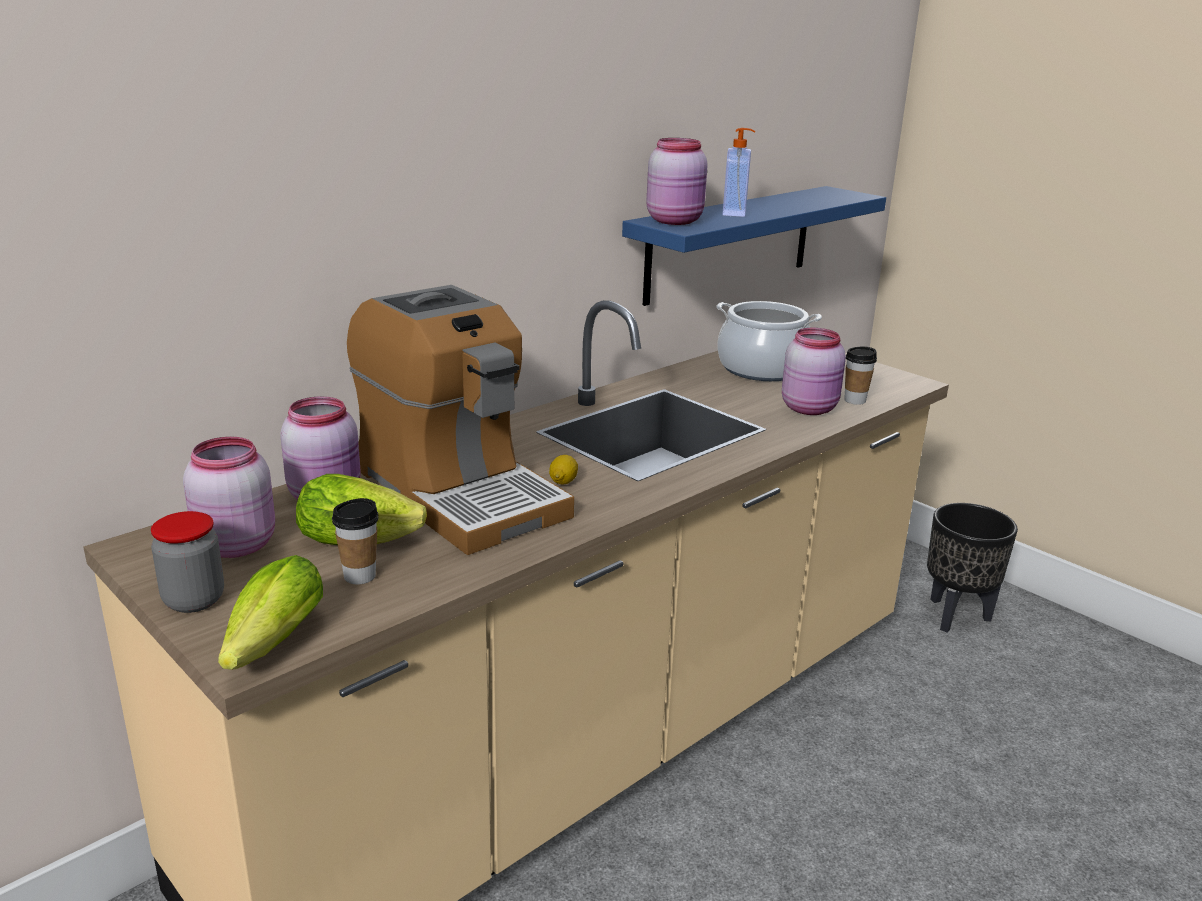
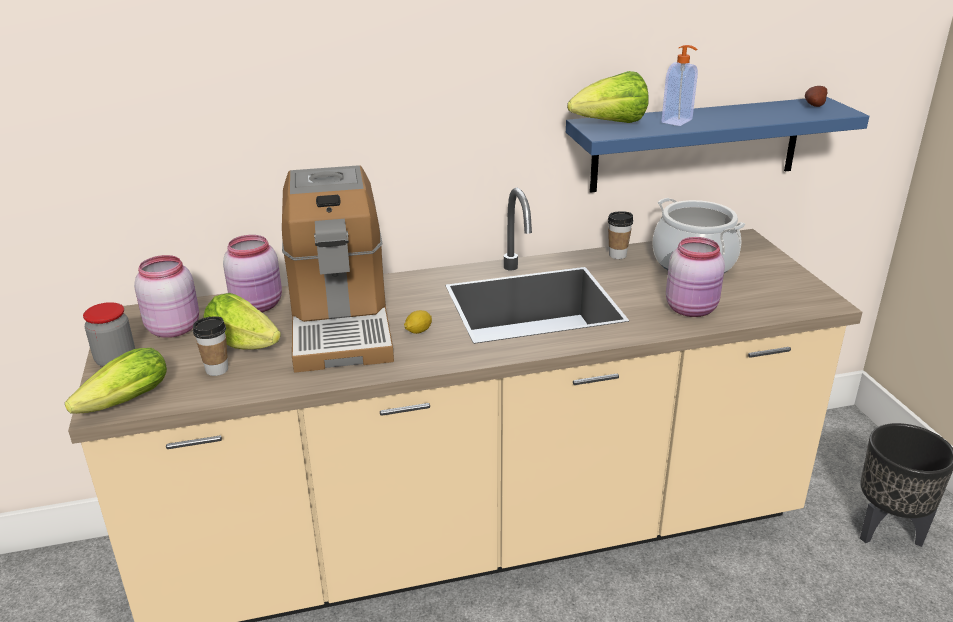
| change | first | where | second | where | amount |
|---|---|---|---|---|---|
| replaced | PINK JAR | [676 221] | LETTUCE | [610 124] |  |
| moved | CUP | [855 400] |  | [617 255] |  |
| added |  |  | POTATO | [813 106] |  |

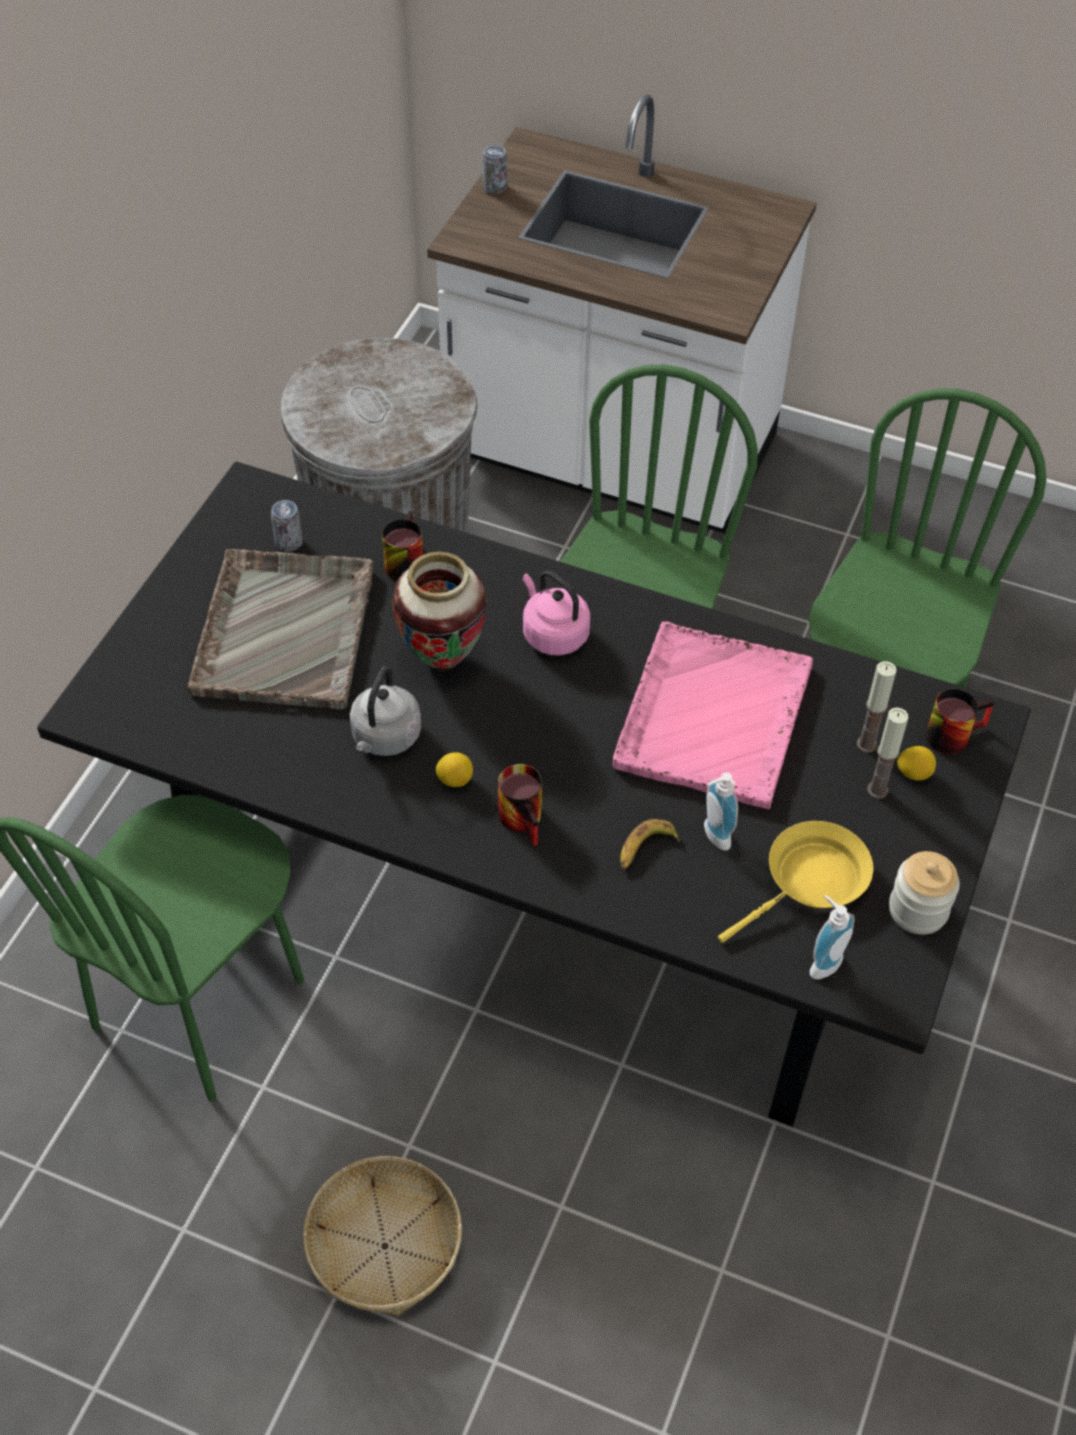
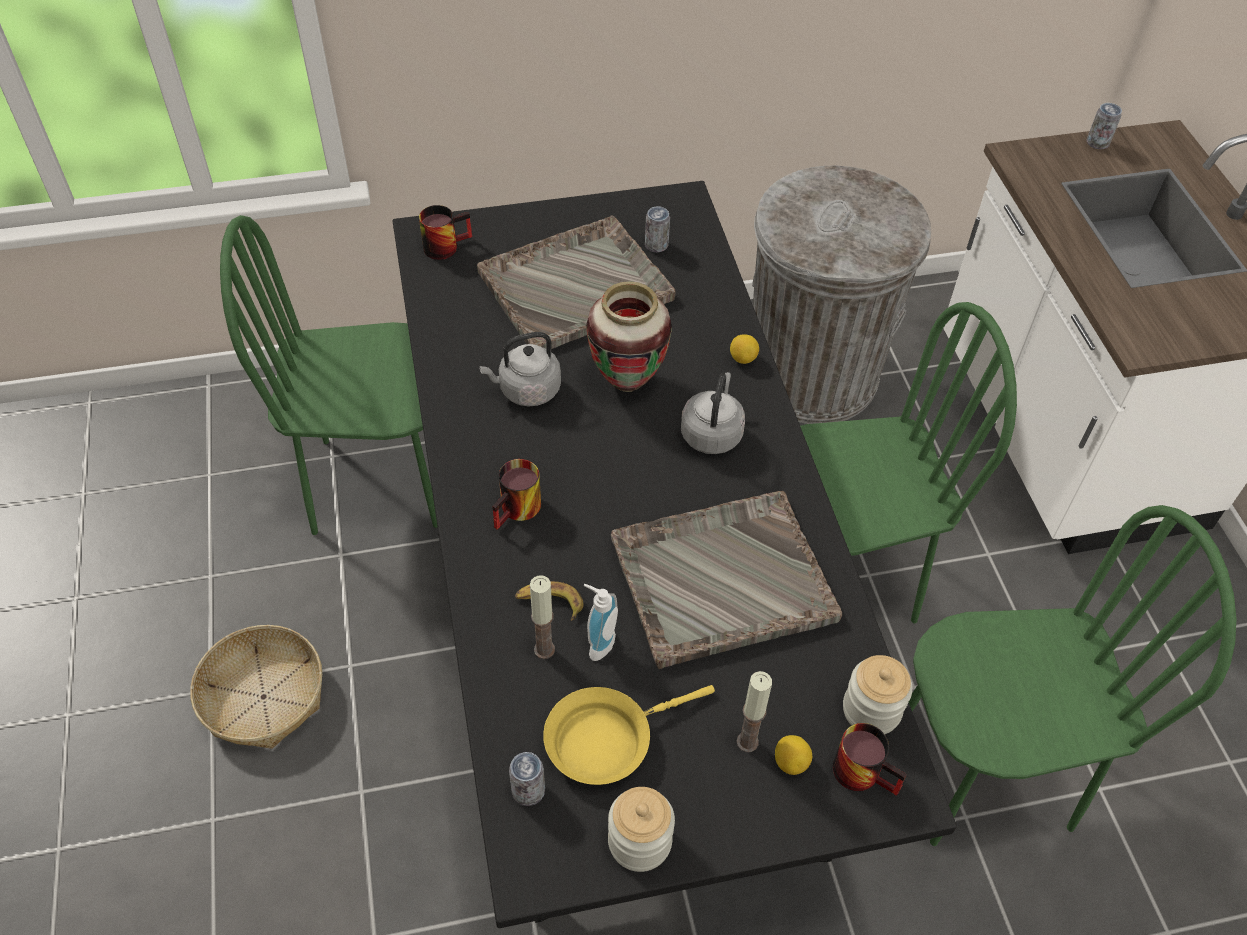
| change | first | where | second | where | amount |
|---|---|---|---|---|---|
| moved | MUG | [402 561] |  | [445 244] |  |
| moved | LEMON | [455 780] |  | [743 358] |  |
| recoloured | PINK KETTLE | [553 634] | GREY KETTLE | [712 433] |  |
| recoloured | PINK TRAY | [712 718] | GREY TRAY | [720 579] |  |
| turned | YELLOW FRYING PAN | [810 882] |  | [606 739] | 135 degrees clockwise |
| replaced | SOAP DISPENSER | [822 962] | CAN | [528 791] |  |
| moved | CANDLE | [866 744] |  | [544 649] |  |
| added |  |  | JAR | [871 710] |  |

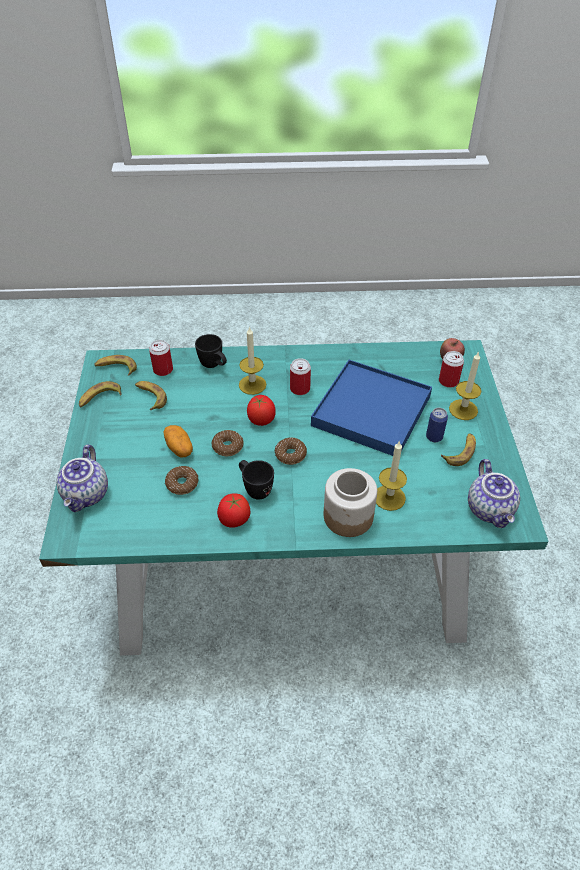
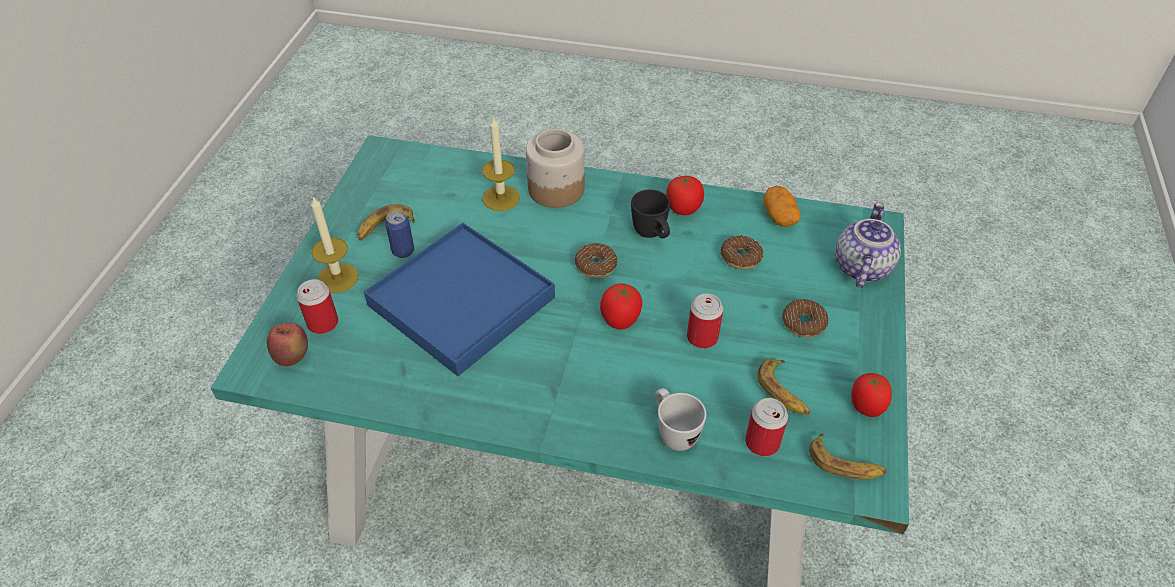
| change | first | where | second | where | amount |
|---|---|---|---|---|---|
| replaced | BANANA | [100 398] | TOMATO | [865 407] |  |
| moved | POTATO | [179 448] |  | [779 216] |  |
| recoloured | BLACK MUG | [214 365] | WHITE MUG | [673 432] |  |
| moved | DONUT | [227 446] |  | [803 323] |  |
| removed | CANDLE | [252 385] |  |  |  |
| moved | CAN | [300 389] |  | [702 337] |  |
| removed | TEAPOT | [491 509] |  |  |  |

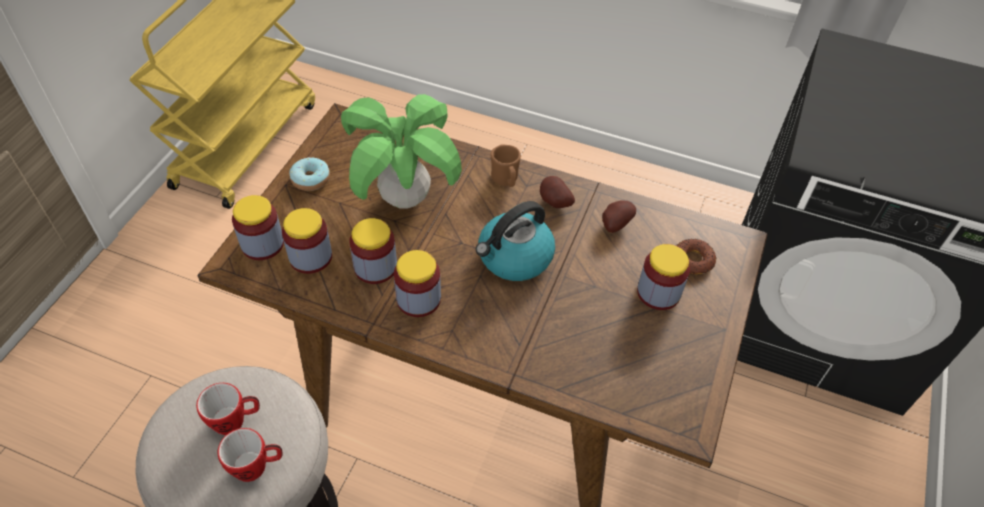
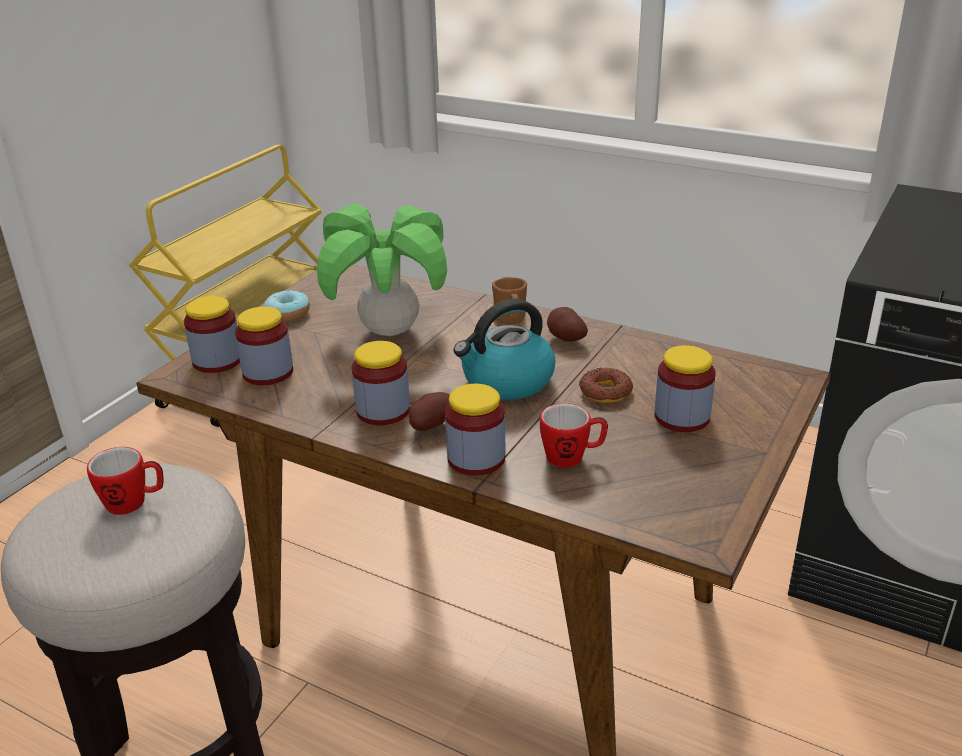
| change | first | where | second | where | amount |
|---|---|---|---|---|---|
| moved | MUG | [257 466] |  | [572 457] |  |
| moved | JAR | [375 267] |  | [476 458] |  |
| moved | POTATO | [614 224] |  | [430 426] |  |
| moved | DONUT | [692 260] |  | [605 392] |  |

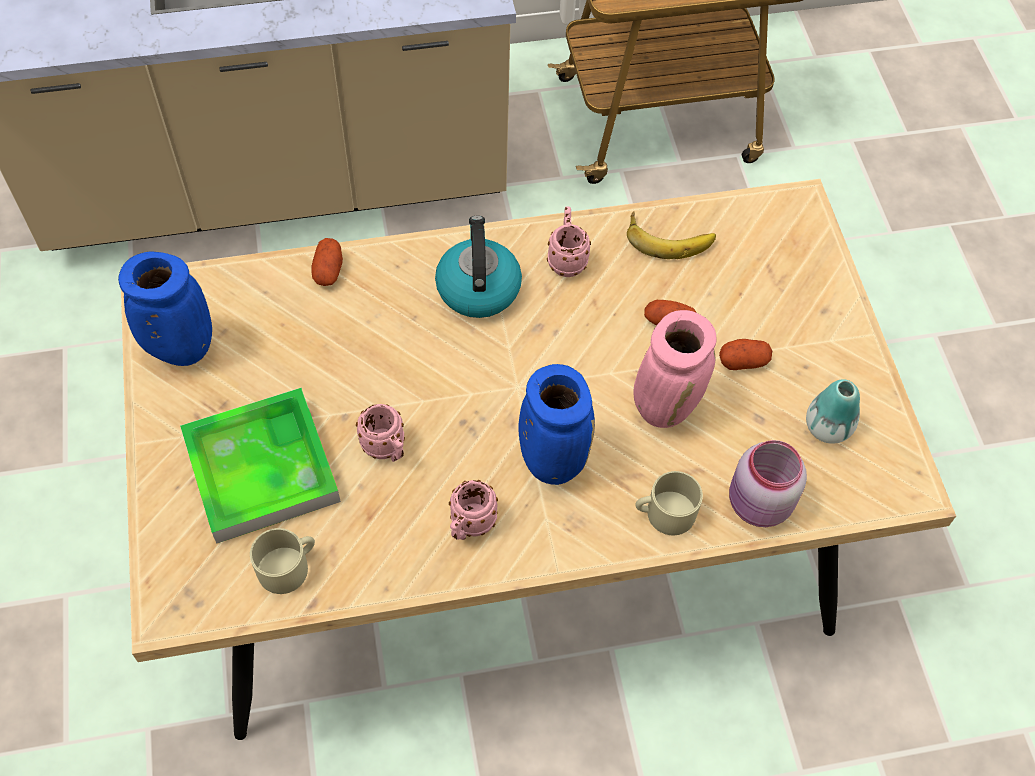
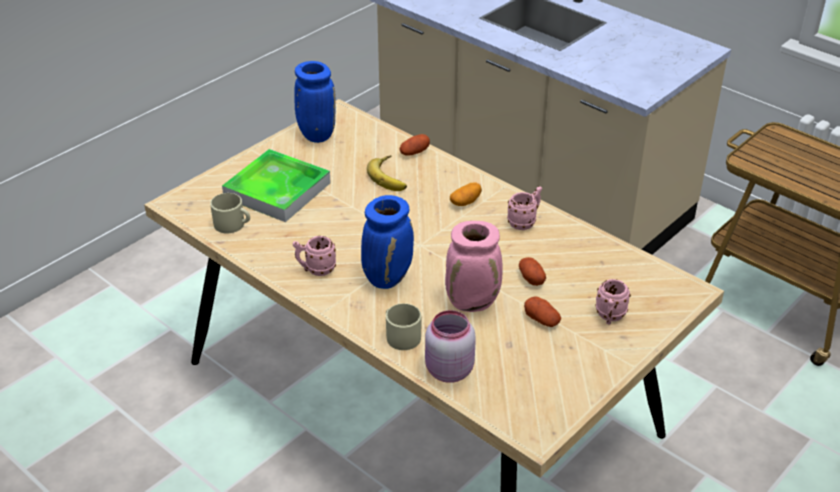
| change | first | where | second | where | amount |
|---|---|---|---|---|---|
| moved | PINK MUG | [387 450] |  | [609 317] |  |
| replaced | KETTLE | [477 287] | POTATO | [465 202] |  |
| moved | BANANA | [669 237] |  | [391 177] |  |
| removed | VASE | [827 427] |  |  |  |

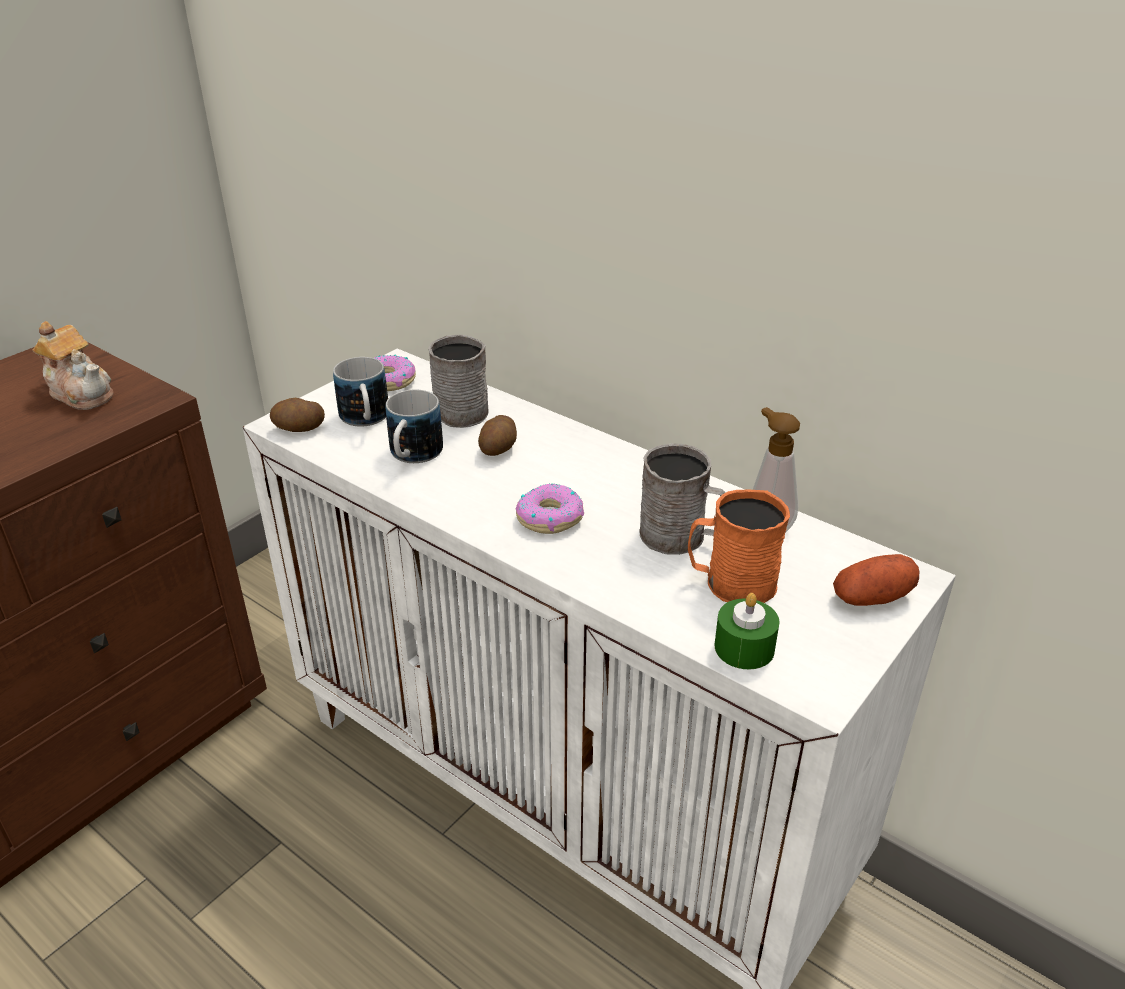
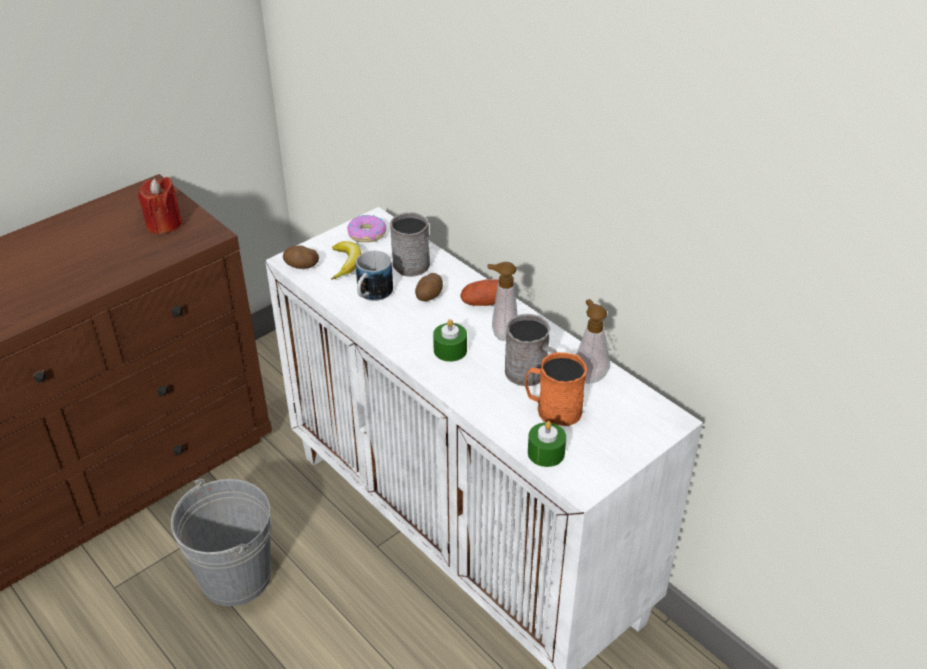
| change | first | where | second | where | amount |
|---|---|---|---|---|---|
| replaced | TEAPOT | [81 393] | RED CANDLE | [164 224] |  |
| replaced | MUG | [366 420] | BANANA | [346 264] |  |
| replaced | DONUT | [549 517] | GREEN CANDLE | [450 350] |  |
| moved | POTATO | [872 597] |  | [484 303] |  |
| added |  |  | GREY BUCKET | [235 577] |  |
| added |  |  | SOAP DISPENSER | [501 333] |  |

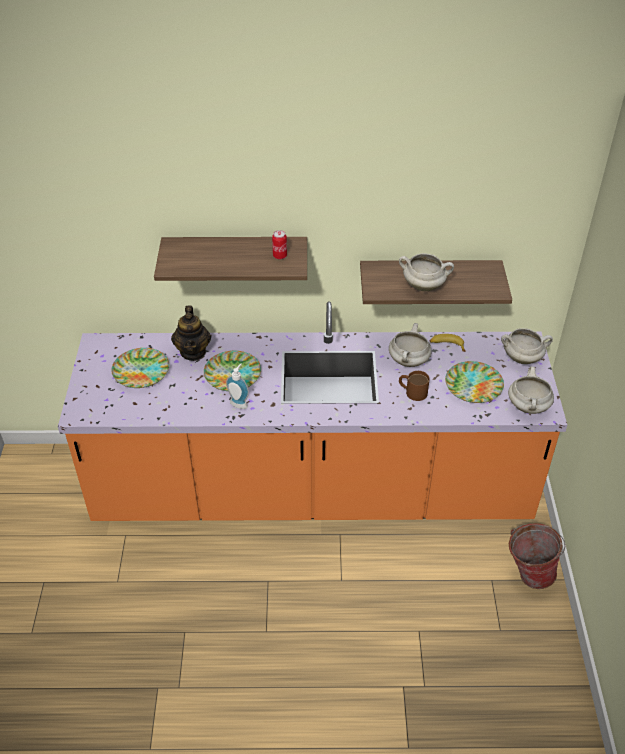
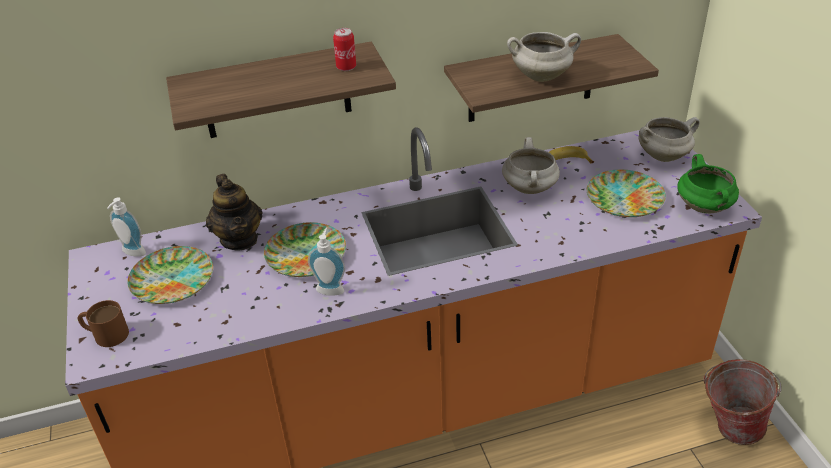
| change | first | where | second | where | amount |
|---|---|---|---|---|---|
| moved | BROWN MUG | [412 391] |  | [105 334] |  |
| recoloured | WHITE COOKING POT | [528 407] | GREEN COOKING POT | [705 207] |  |
| added |  |  | SOAP DISPENSER | [132 253] |  |

